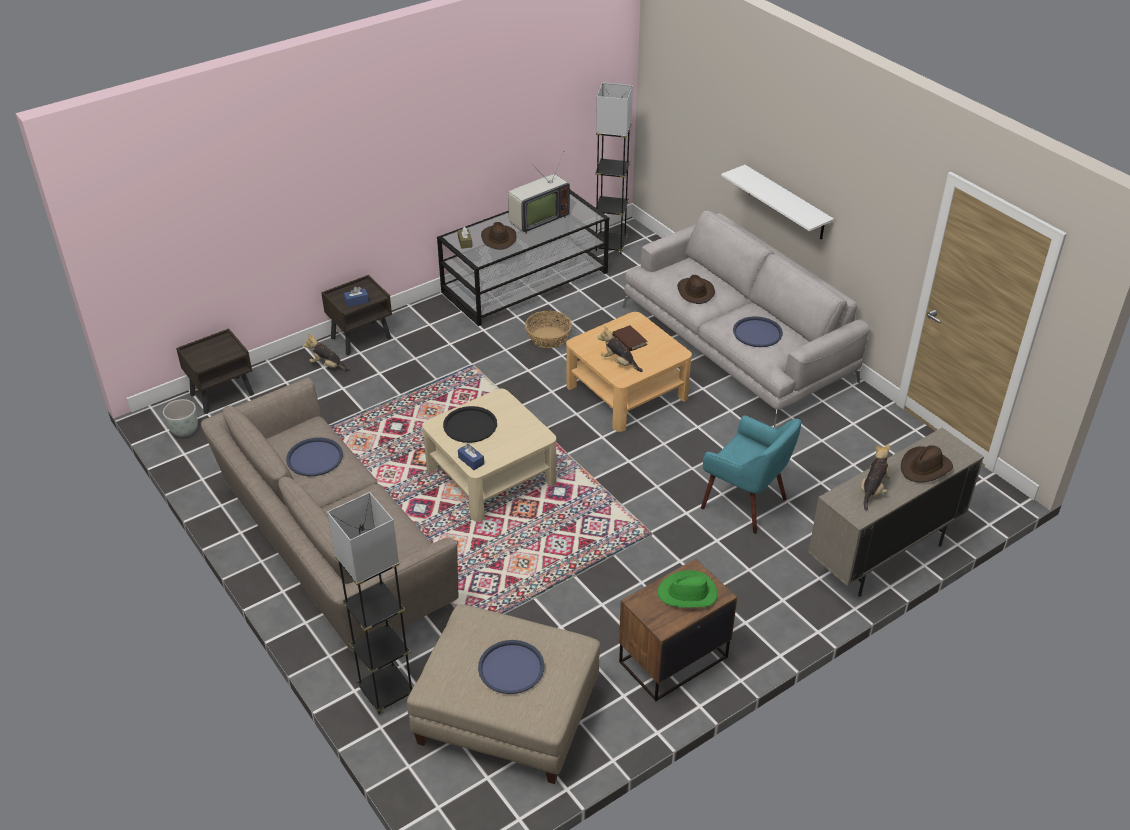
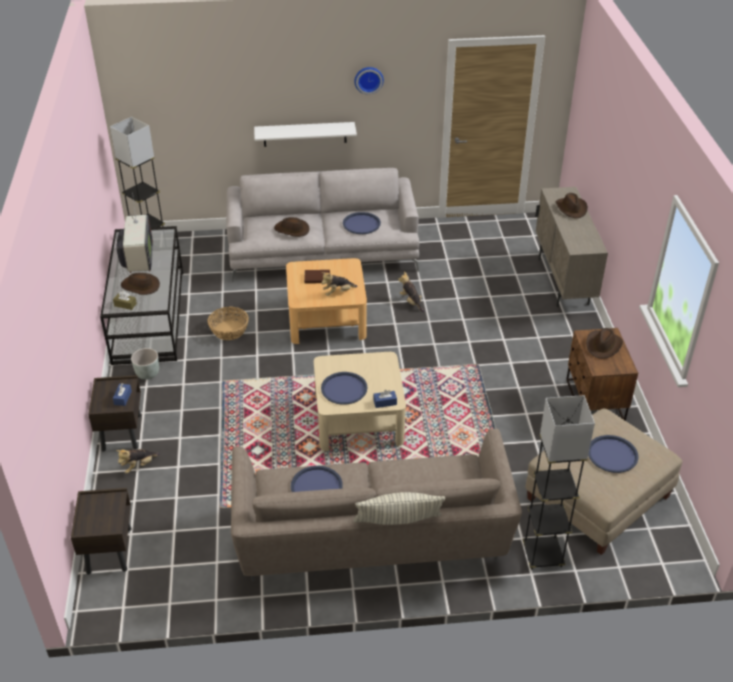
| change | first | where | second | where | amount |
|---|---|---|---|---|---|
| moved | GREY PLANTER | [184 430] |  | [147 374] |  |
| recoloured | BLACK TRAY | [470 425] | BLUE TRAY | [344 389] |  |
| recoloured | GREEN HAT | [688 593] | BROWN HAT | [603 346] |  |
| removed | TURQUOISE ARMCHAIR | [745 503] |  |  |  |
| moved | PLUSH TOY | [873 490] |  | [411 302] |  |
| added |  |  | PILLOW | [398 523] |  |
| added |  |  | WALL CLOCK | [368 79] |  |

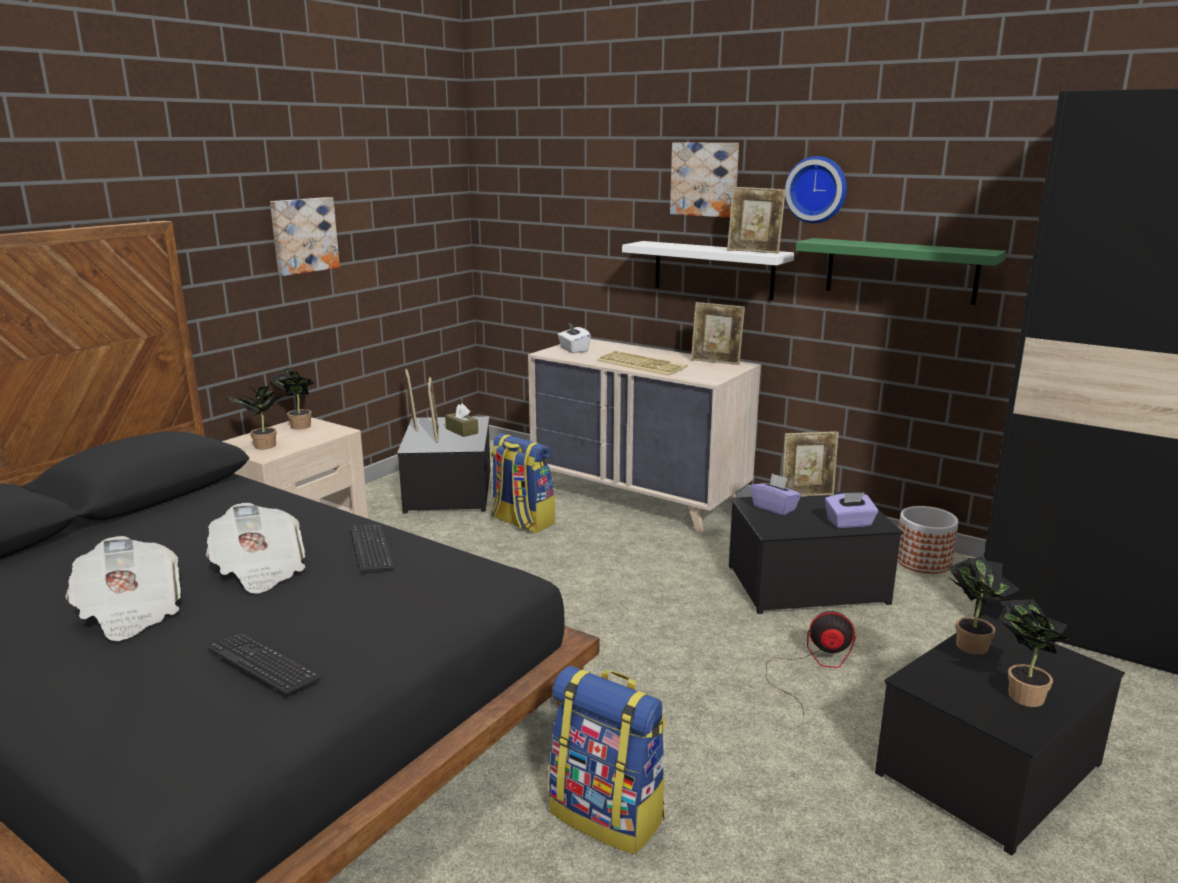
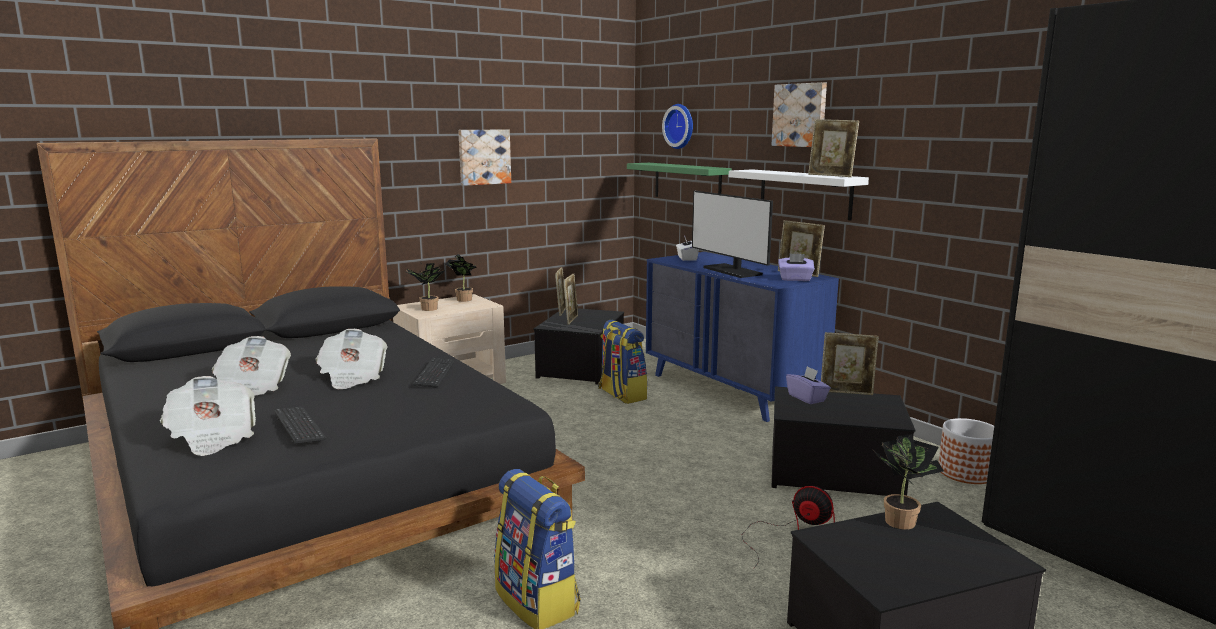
| change | first | where | second | where | amount |
|---|---|---|---|---|---|
| removed | BROWN TISSUE BOX | [462 431] |  |  |  |
| recoloured | BEIGE DRESSER | [639 498] | BLUE DRESSER | [732 390] |  |
| replaced | KEYBOARD | [643 365] | MONITOR | [732 271] |  |
| moved | WALL CLOCK | [817 189] |  | [680 126] |  |
| moved | GREEN SHELF | [900 270] |  | [687 182] |  |
| moved | PURPLE TISSUE BOX | [849 523] |  | [795 279] |  |
| removed | POTTED PLANT | [1021 694] |  |  |  |
| added |  |  | NEWSPAPER | [213 437] |  |

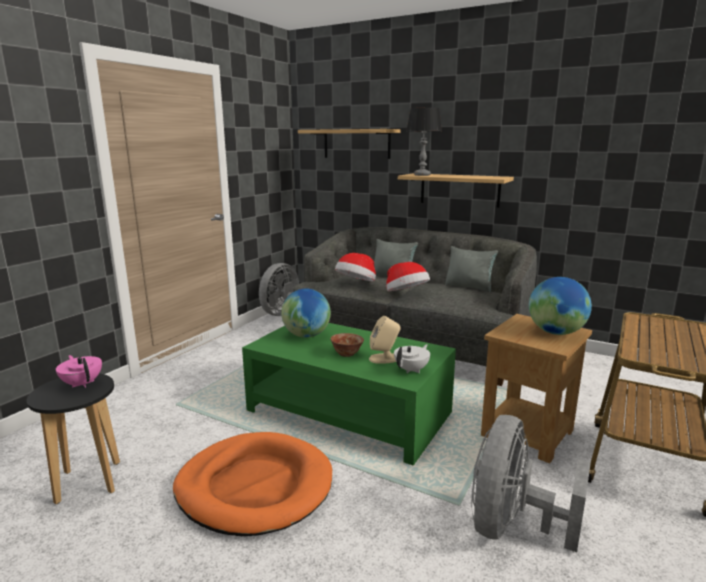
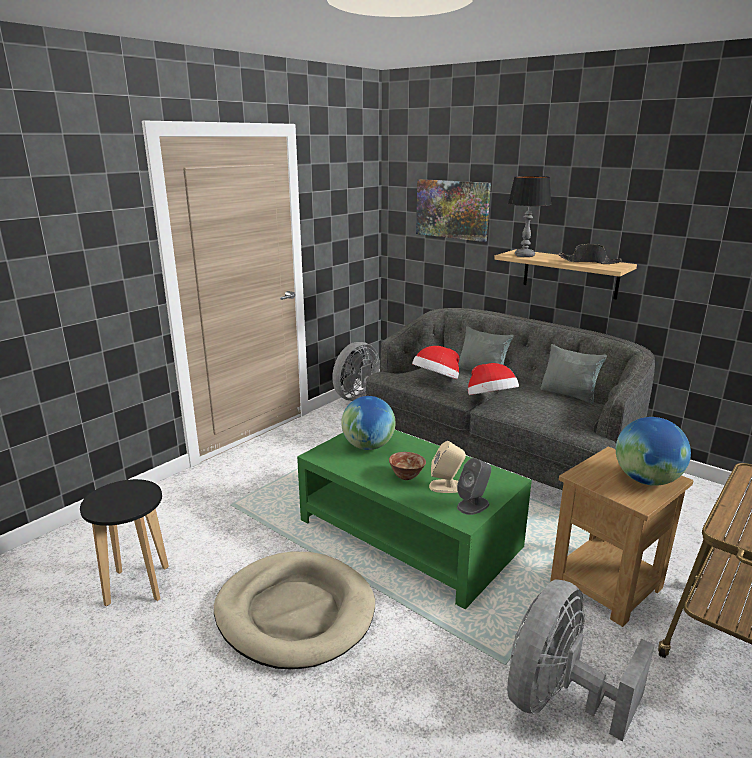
| change | first | where | second | where | amount |
|---|---|---|---|---|---|
| removed | PINK TEAPOT | [82 383] |  |  |  |
| recoloured | ORANGE DOG BED | [255 486] | BEIGE DOG BED | [295 612] |  |
| replaced | SHELF | [356 144] | PICTURE | [452 209] |  |
| replaced | WHITE TEAPOT | [412 370] | GREY SPEAKER | [473 505] |  |
| added |  |  | BLACK HAT | [589 262] |  |

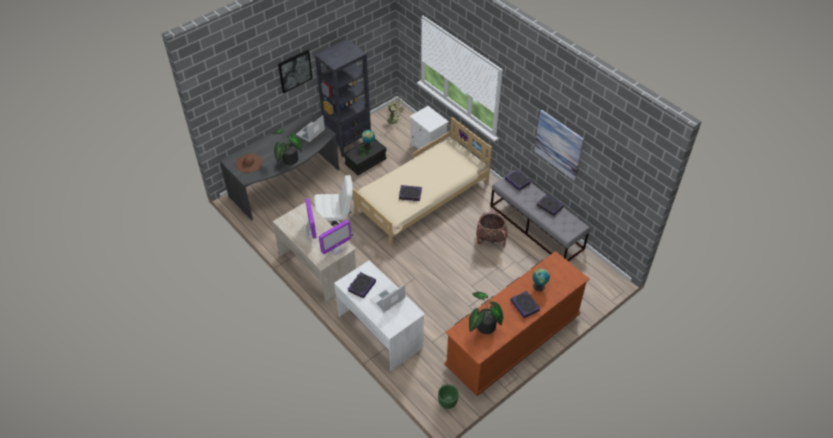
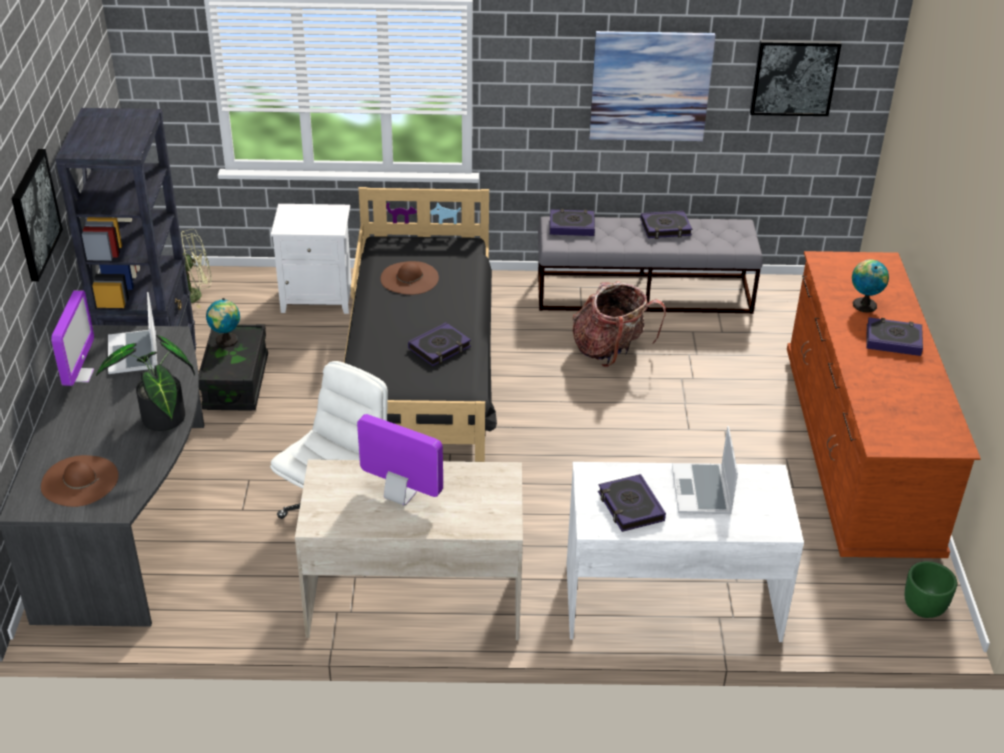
| change | first | where | second | where | amount |
|---|---|---|---|---|---|
| moved | MONITOR | [336 249] |  | [79 375] |  |
| recoloured | BEIGE BED | [422 198] | BLACK BED | [420 369] |  |
| removed | POTTED PLANT | [483 327] |  |  |  |
| added |  |  | BROWN HAT | [409 278] |  |
| added |  |  | PICTURE | [794 77] |  |

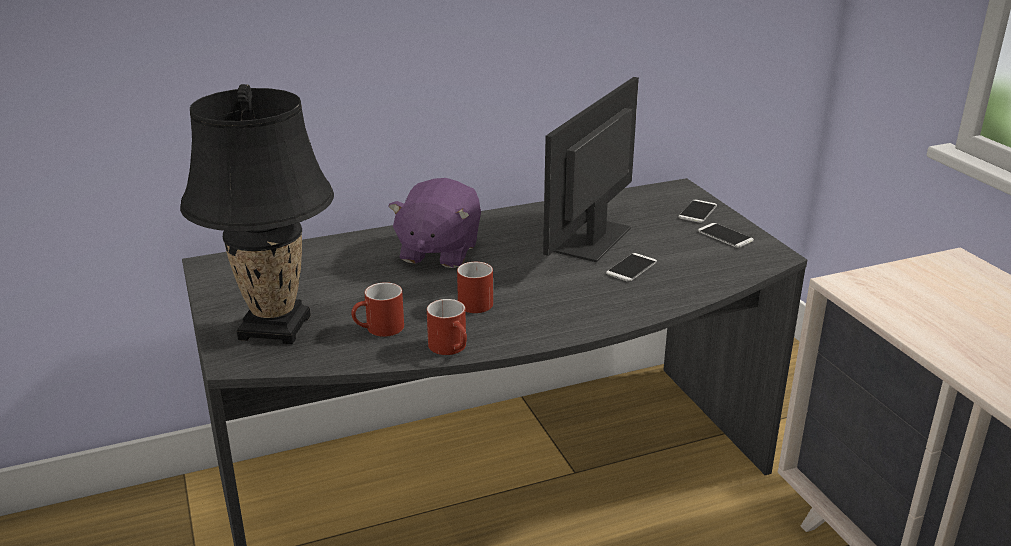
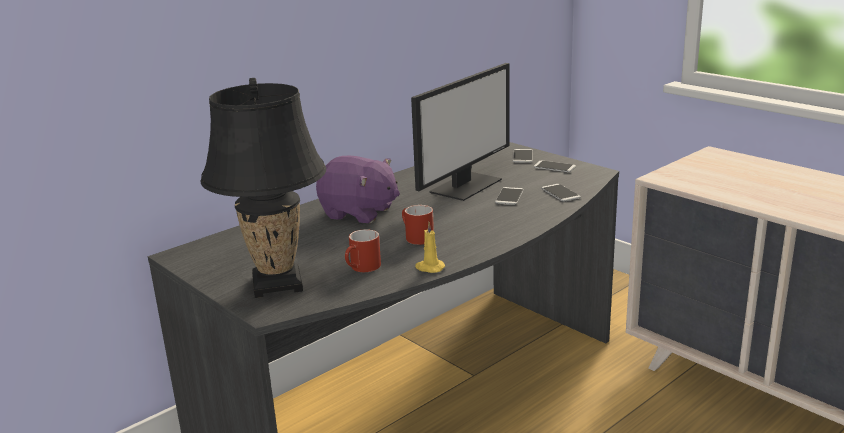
| change | first | where | second | where | amount |
|---|---|---|---|---|---|
| turned | PURPLE PLUSH TOY | [438 252] |  | [359 213] | 60 degrees counterclockwise |
| replaced | RED MUG | [452 348] | YELLOW CANDLE | [429 268] |  |
| turned | MONITOR | [591 240] |  | [465 185] | 150 degrees counterclockwise |
| added |  |  | PHONE | [560 193] |  |

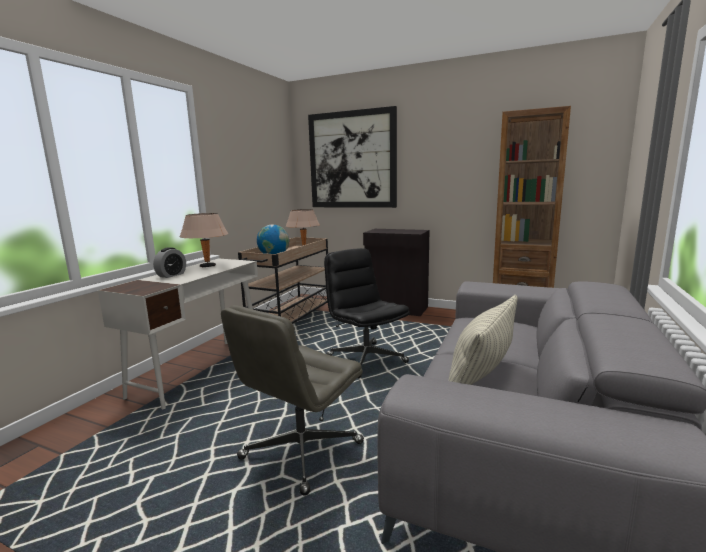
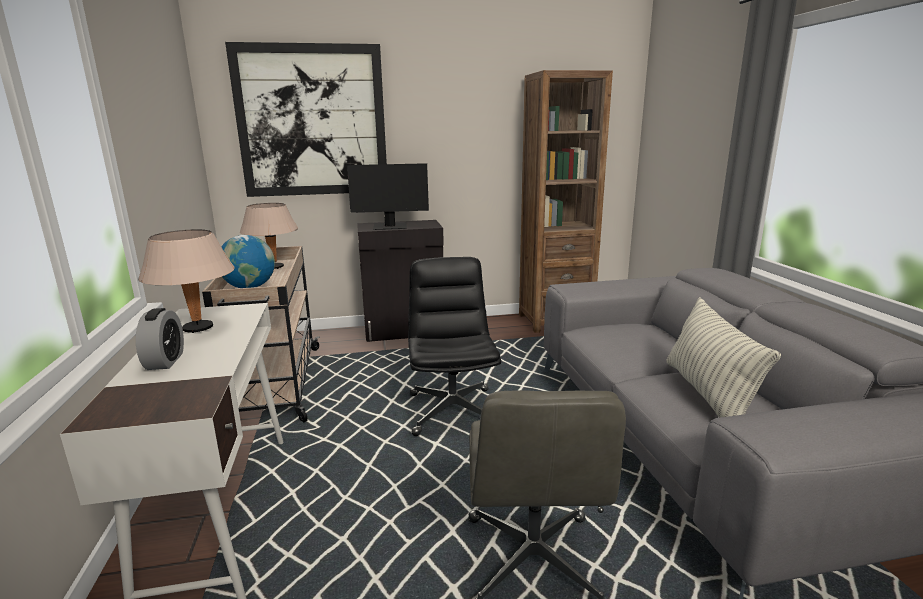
| change | first | where | second | where | amount |
|---|---|---|---|---|---|
| turned | BLACK OFFICE CHAIR | [365 359] |  | [452 410] | 60 degrees clockwise |
| added |  |  | MONITOR | [390 227] |  |

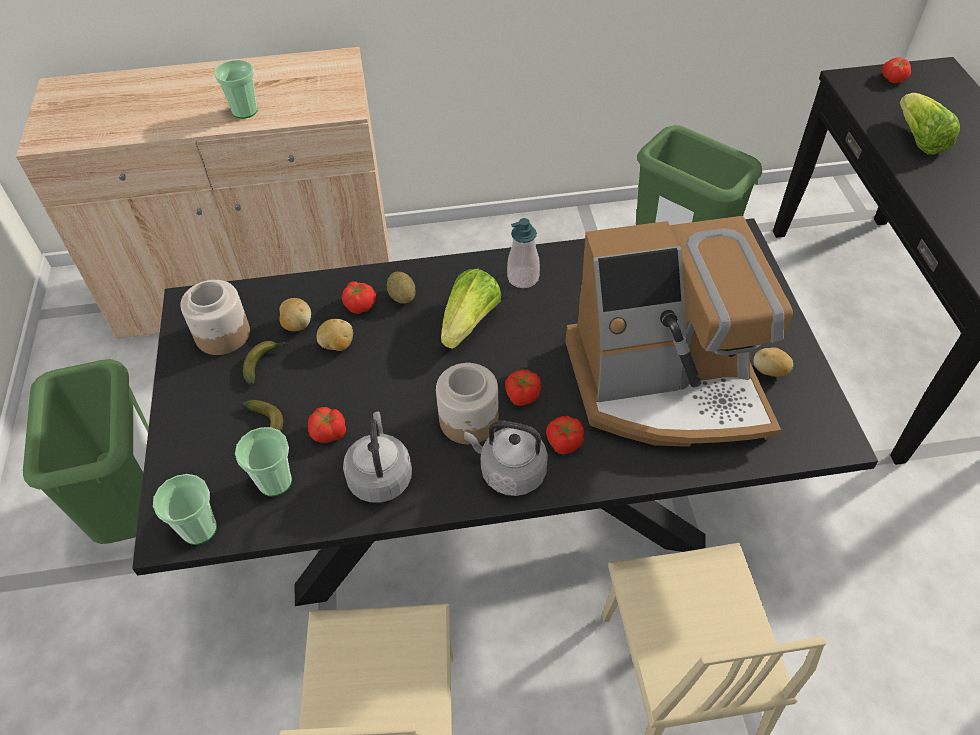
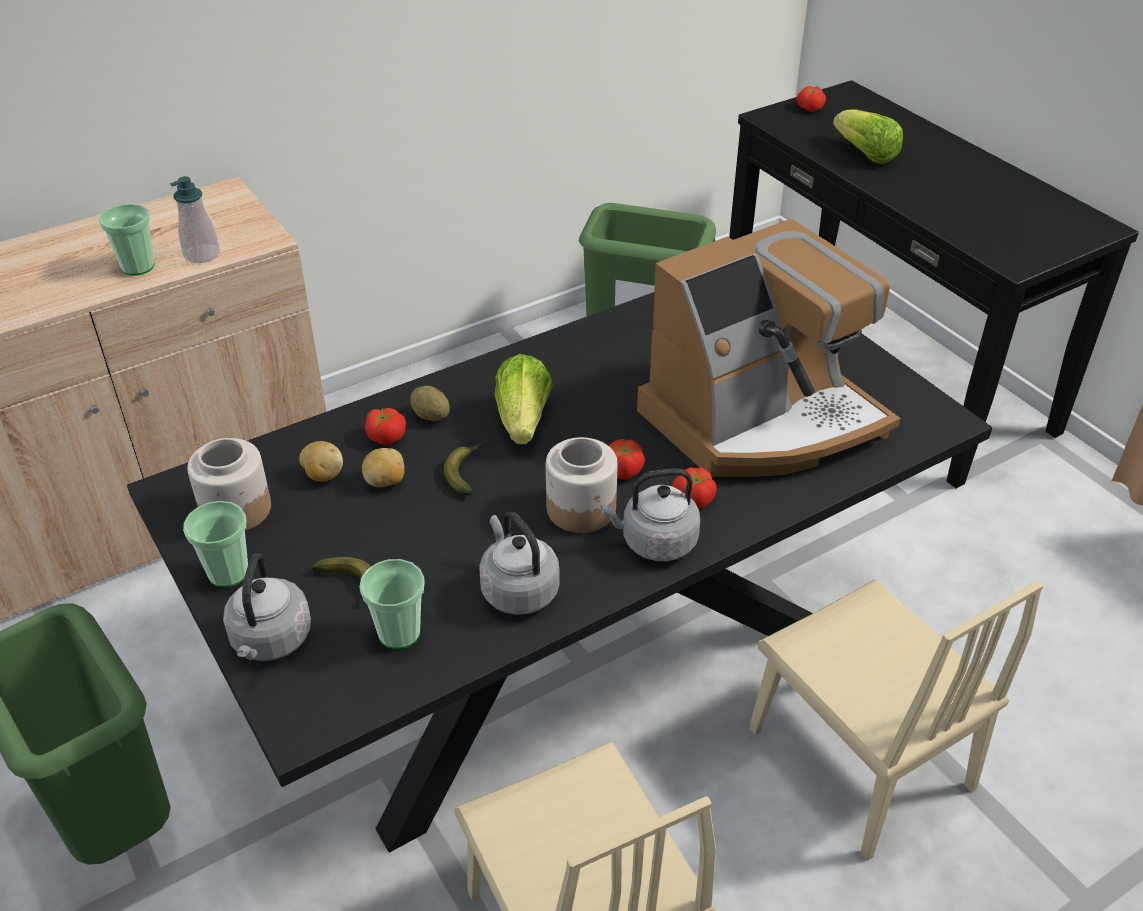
| change | first | where | second | where | amount |
|---|---|---|---|---|---|
| moved | CUP | [199 529] |  | [228 573] |  |
| moved | BANANA | [265 363] |  | [465 472] |  |
| removed | TOMATO | [328 433] |  |  |  |
| moved | SOAP DISPENSER | [523 278] |  | [202 255] |  |
| removed | POTATO | [769 371] |  |  |  |
| added |  |  | GREY KETTLE | [270 641] |  |

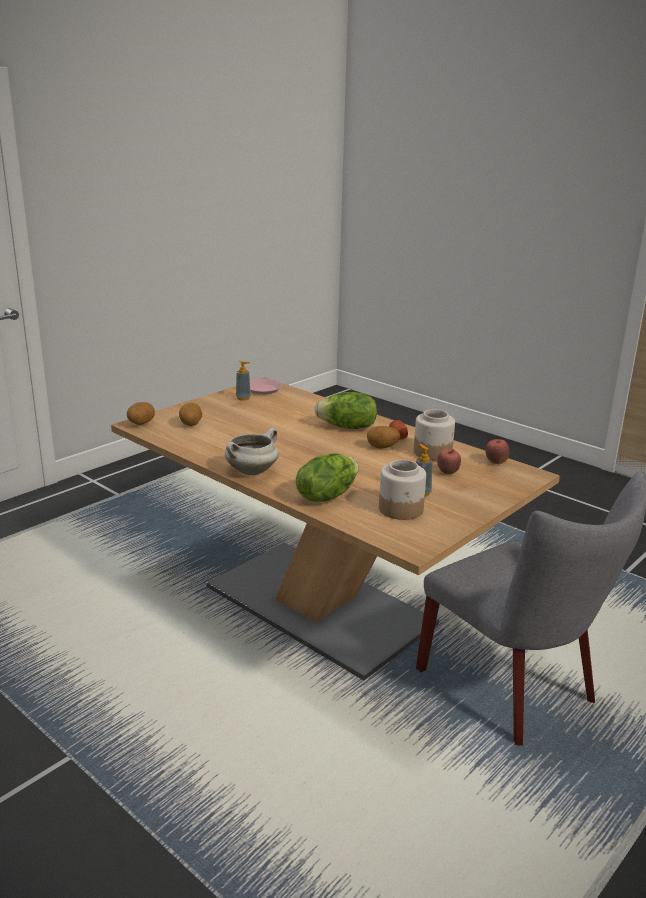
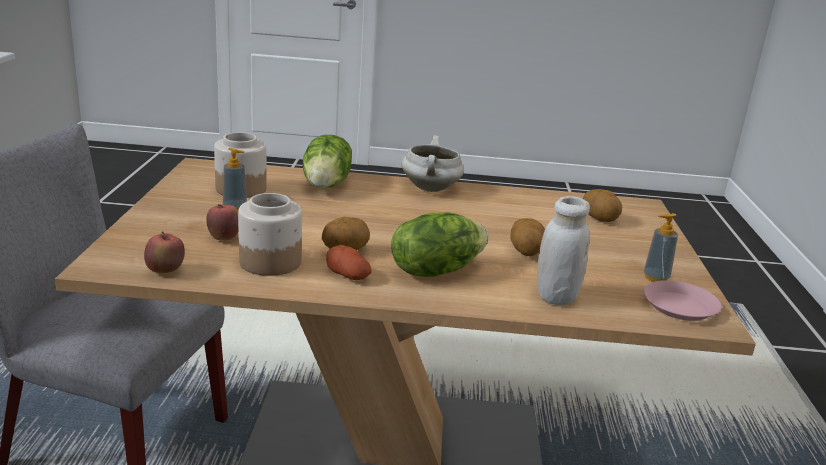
| change | first | where | second | where | amount |
|---|---|---|---|---|---|
| moved | POTATO | [141 423] |  | [526 252] |  |
| added |  |  | WHITE JAR | [556 296] |  |

